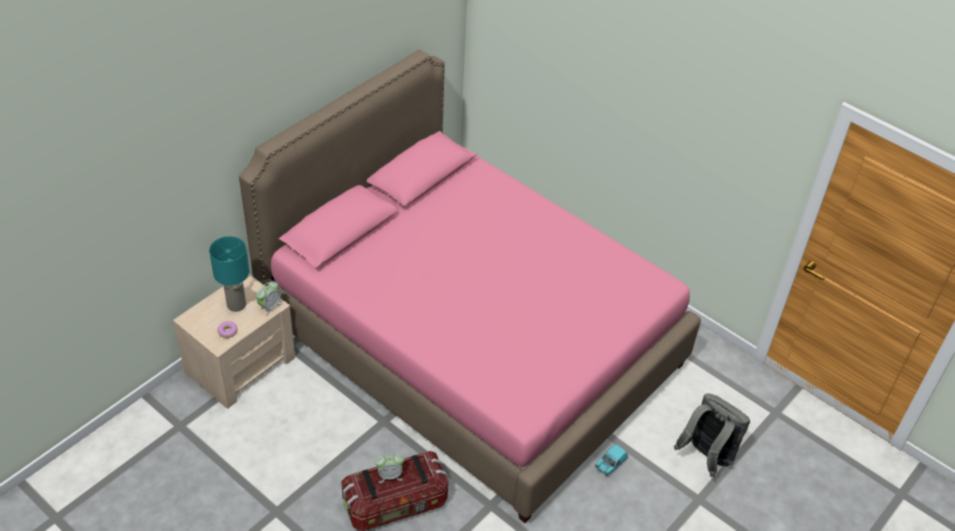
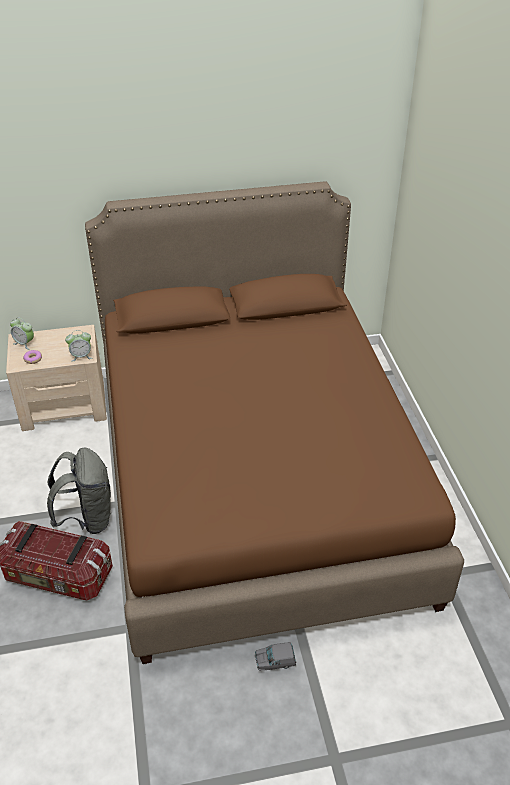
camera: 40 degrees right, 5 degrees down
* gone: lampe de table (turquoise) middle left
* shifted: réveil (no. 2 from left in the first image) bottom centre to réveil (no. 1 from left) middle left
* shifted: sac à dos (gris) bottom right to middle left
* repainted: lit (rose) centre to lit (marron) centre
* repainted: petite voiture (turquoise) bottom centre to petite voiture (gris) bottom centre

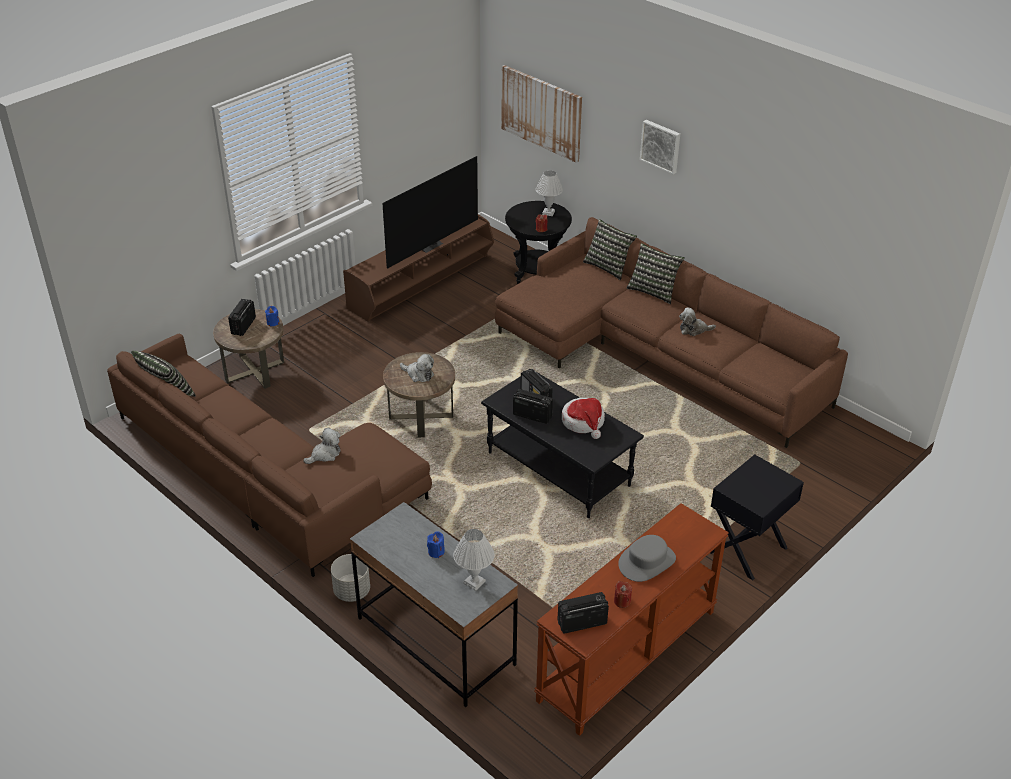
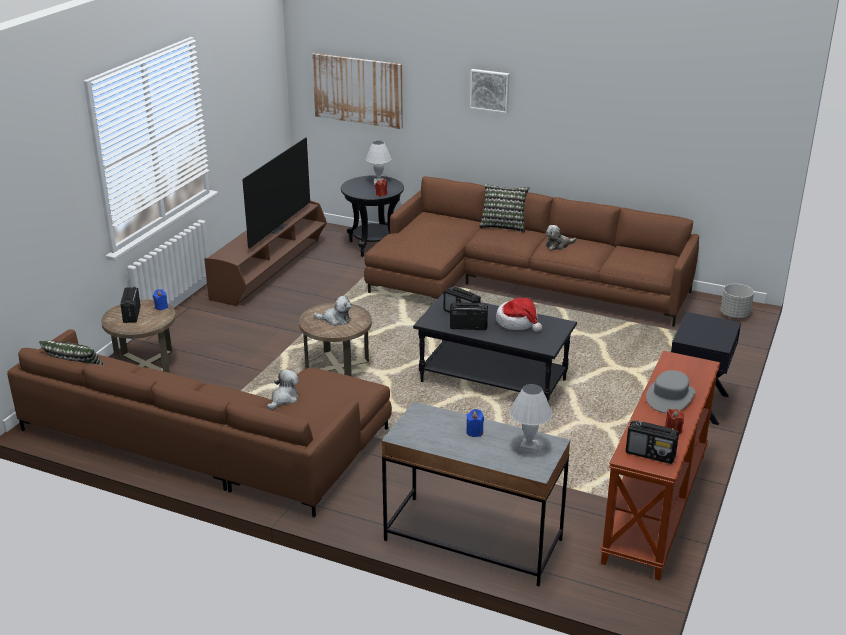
camera: 20 degrees left, 10 degrees down
* gone: coussin (no. 2 from left) top centre
* shifted: cache-pot (gris) bottom centre to middle right
* rotated: radio (no. 4 from left) bottom centre = bottom right 120 degrees counterclockwise

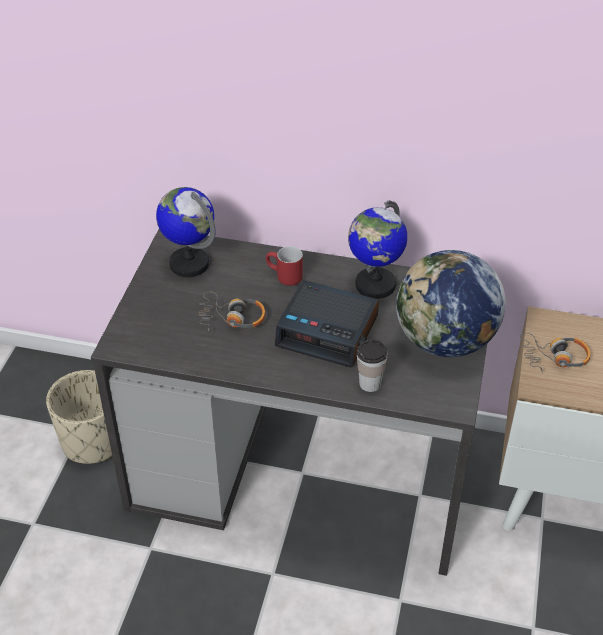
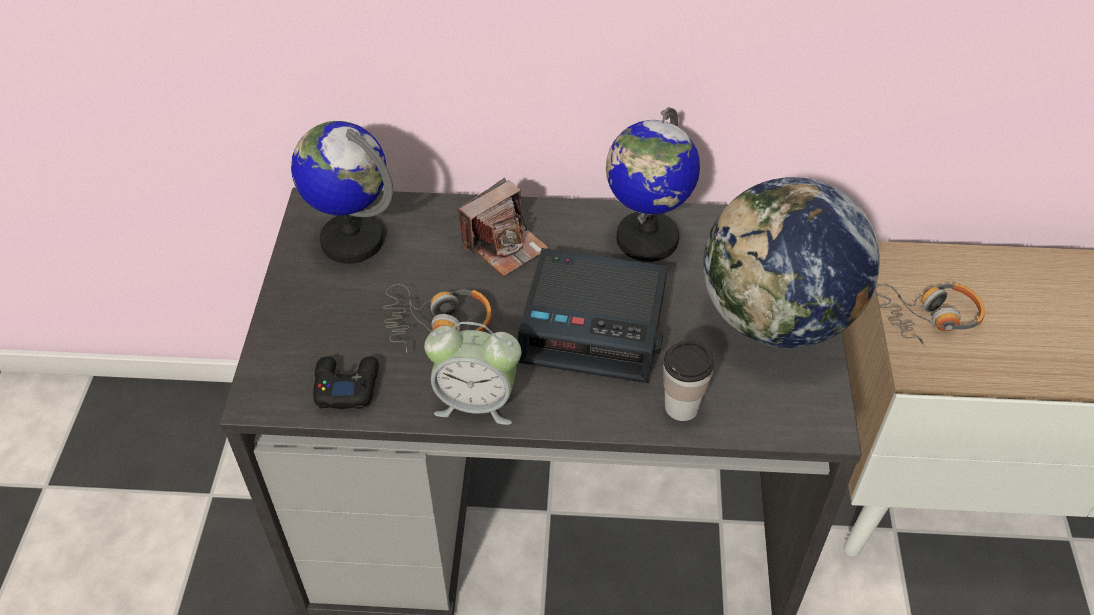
camera: 10 degrees left, 5 degrees up
* gone: cache-pot (beige) middle left
* new: manette (noir) middle left
* new: réveil (no. 1 from left) centre
* swapped: mug (rouge) centre to appareil photo centre

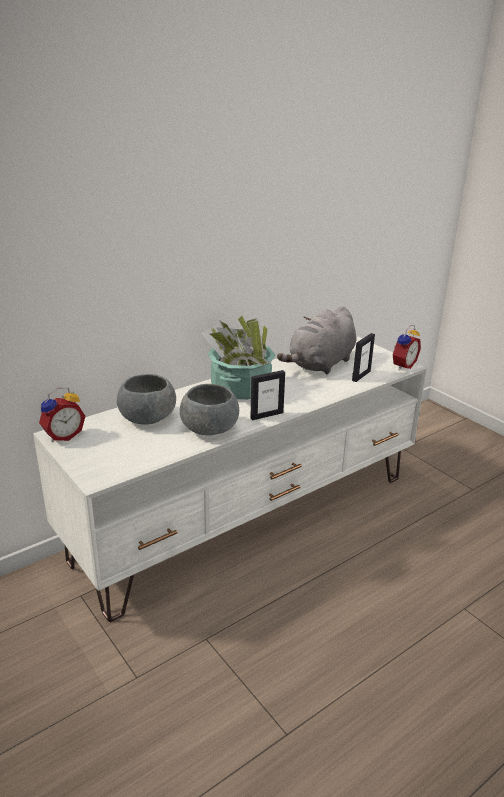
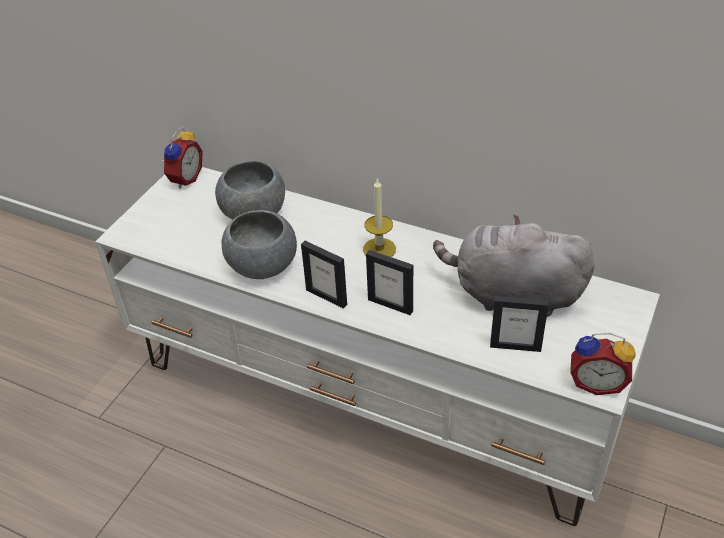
camera: 65 degrees right, 15 degrees up
* new: cadre photo (no. 2 from left) centre
* swapped: plante en pot centre to bougie centre
* rotated: réveil (no. 1 from left) middle left = top left 90 degrees counterclockwise

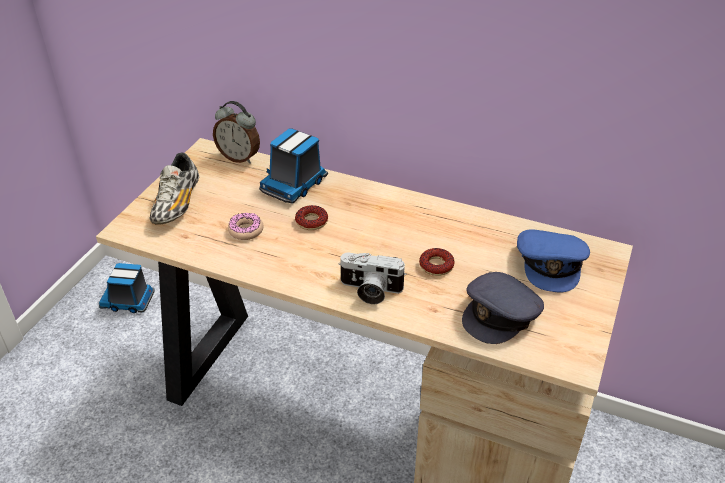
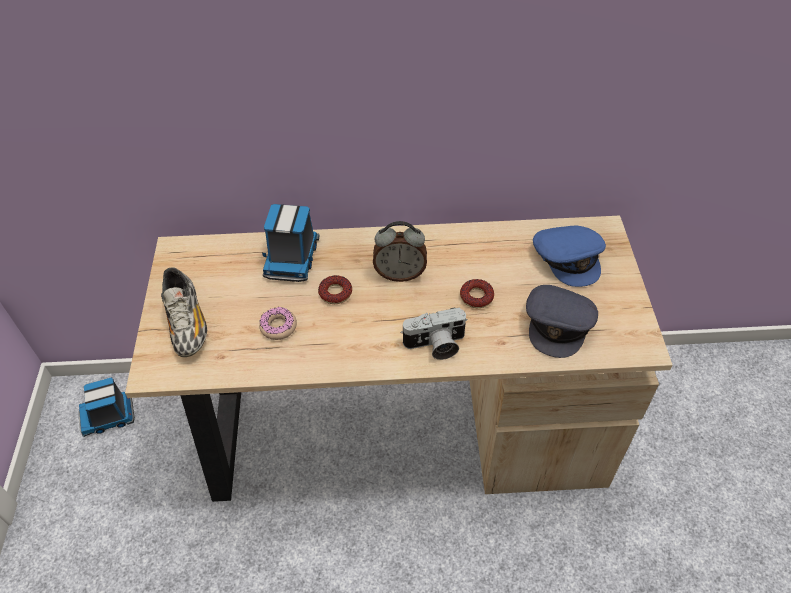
camera: 25 degrees left, 10 degrees up
* shifted: réveil top left to centre

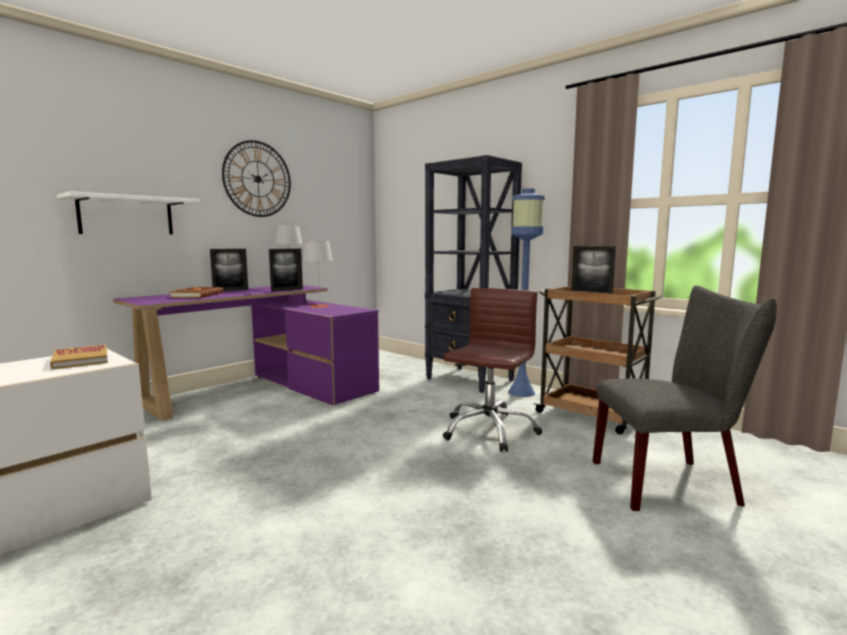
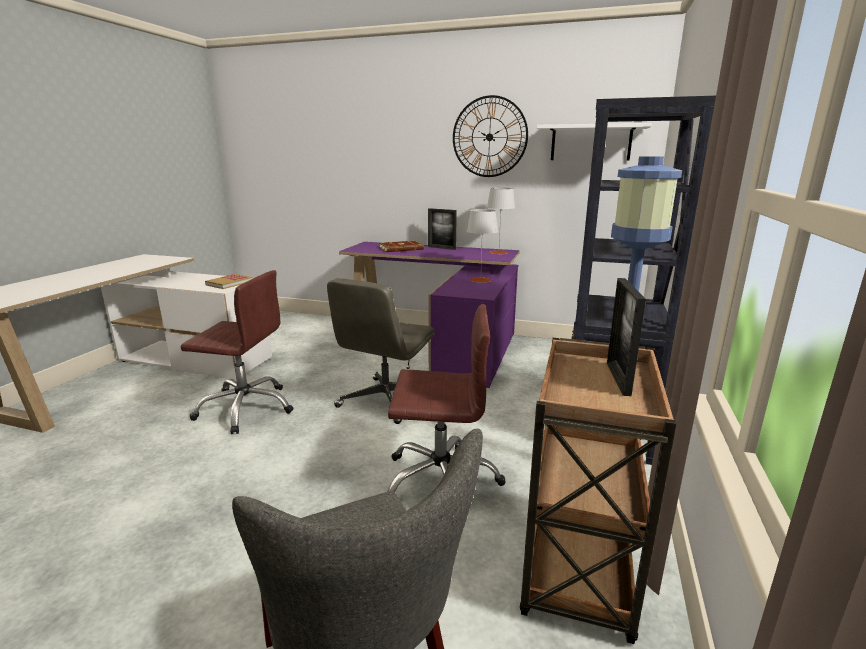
camera: 65 degrees right, 10 degrees up
* gone: cadre photo (no. 2 from left) centre
* new: chaise de bureau (marron) (no. 1 from left) middle left
* new: chaise de bureau (gris) centre
* shifted: étagère (blanc) middle left to top right

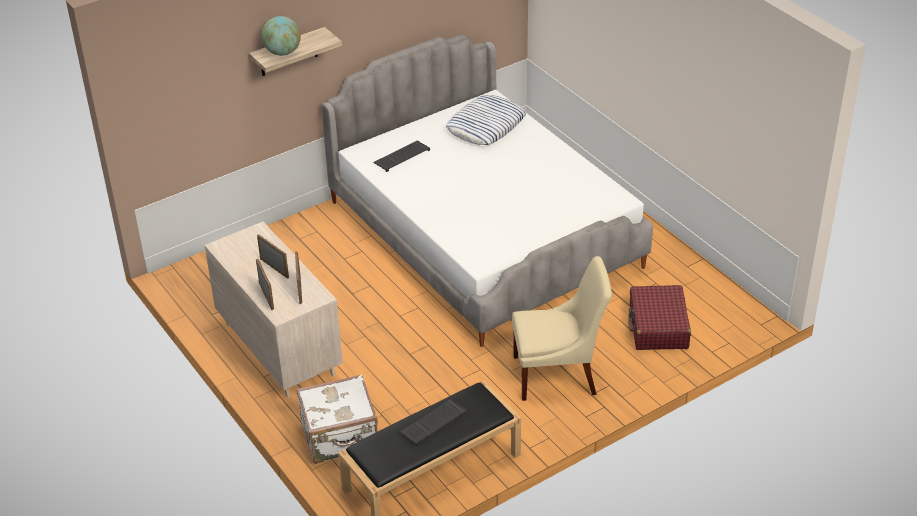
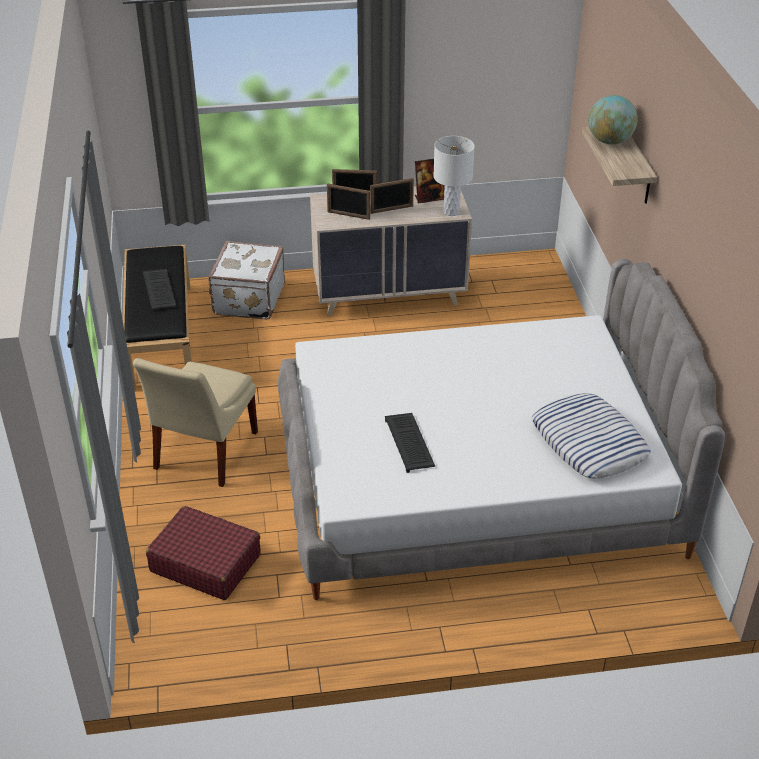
camera: 115 degrees right, 0 degrees up
* new: cadre photo (no. 4 from left) top centre
* new: lampe de table (blanc) top centre
* shifted: clavier (no. 1 from left in the first image) top centre to clavier (no. 2 from left) centre

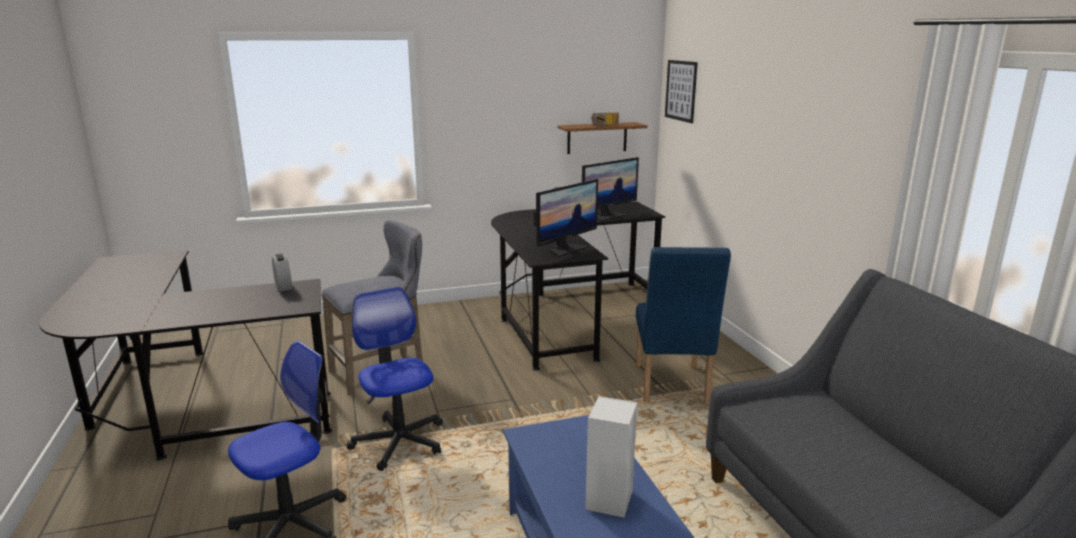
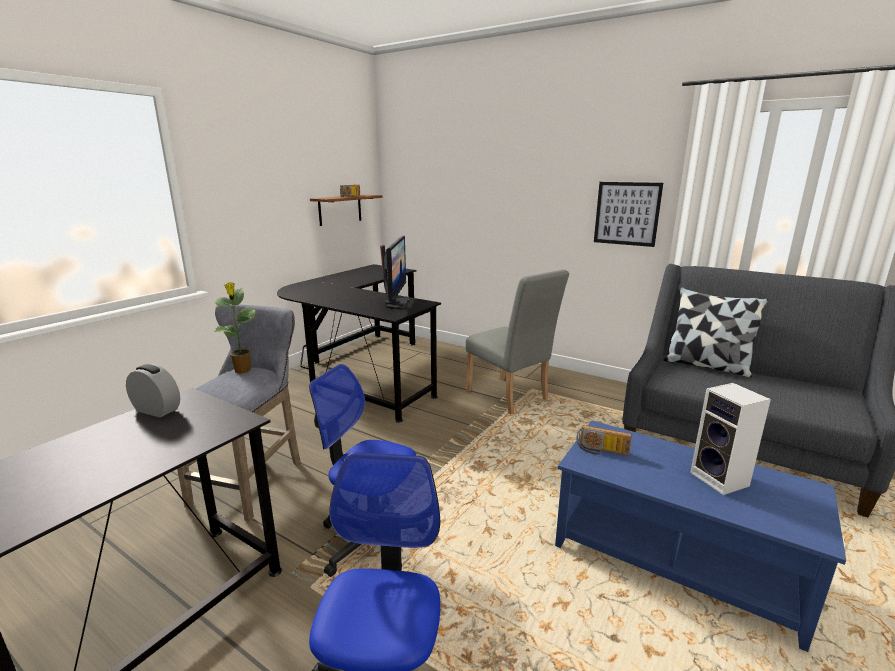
camera: 40 degrees left, 0 degrees up
* gone: écran d'ordinateur (no. 2 from left) centre
* new: plante en pot middle left
* new: radio (no. 2 from left) middle right
* new: coussin middle right
* shifted: tableau top centre to top right
* repainted: chaise (bleu) centre to chaise (gris) centre

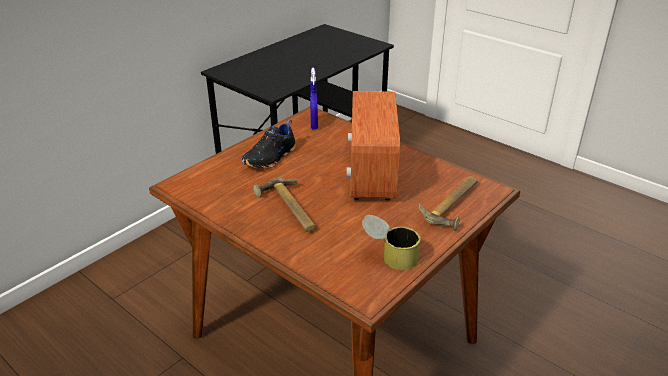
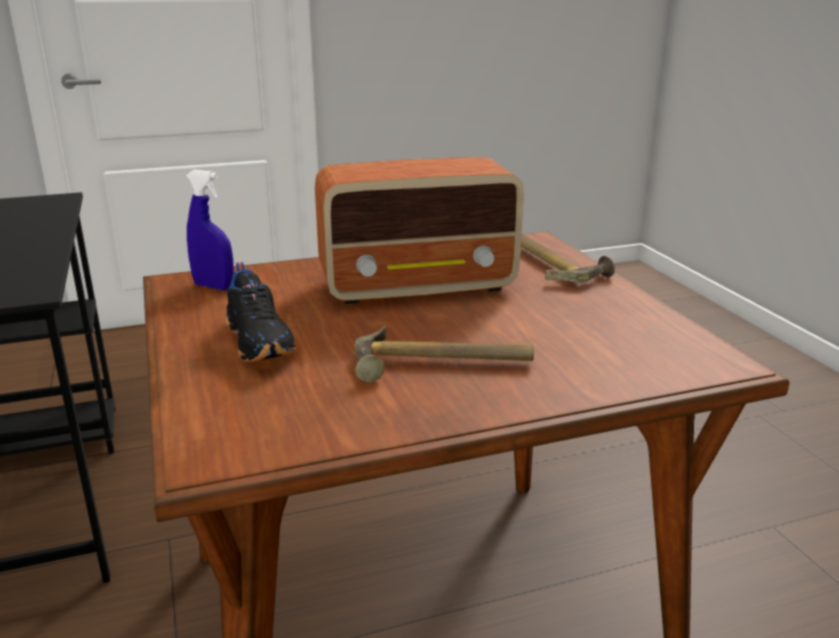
camera: 60 degrees left, 10 degrees down
* gone: boîte métallique centre
* rotated: radio centre = centre 45 degrees counterclockwise

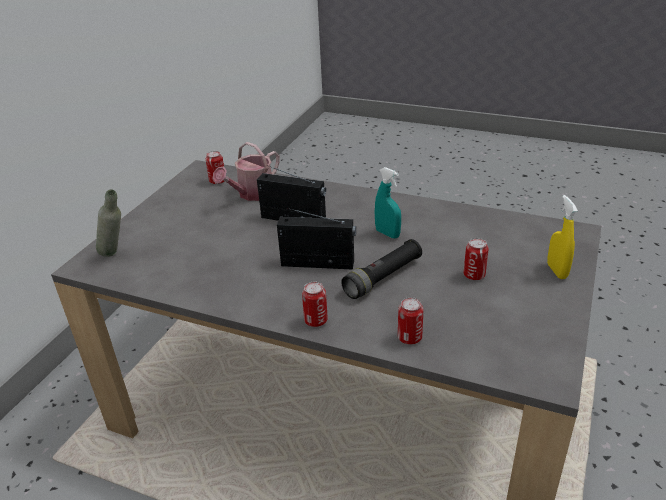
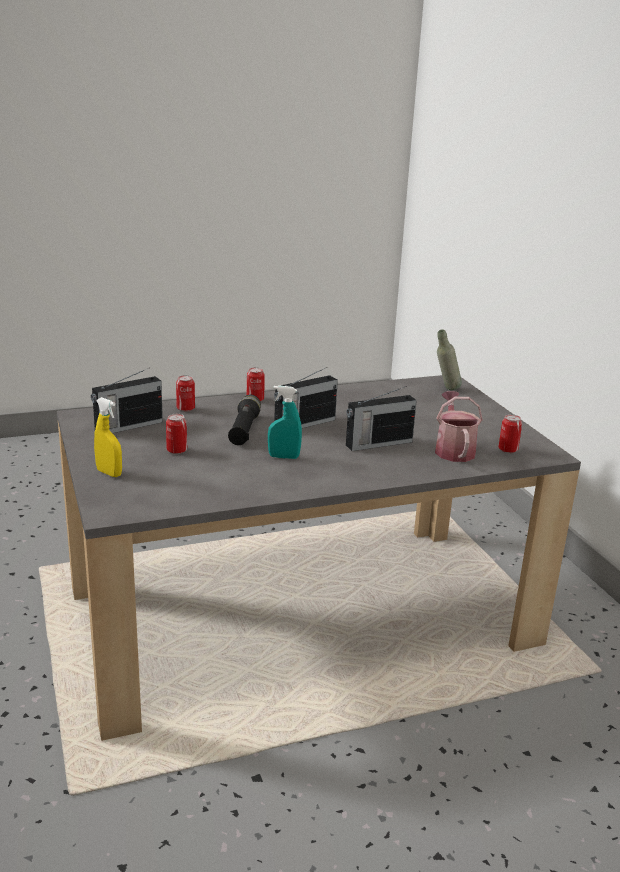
camera: 135 degrees right, 10 degrees down
* new: radio (no. 1 from left) middle left

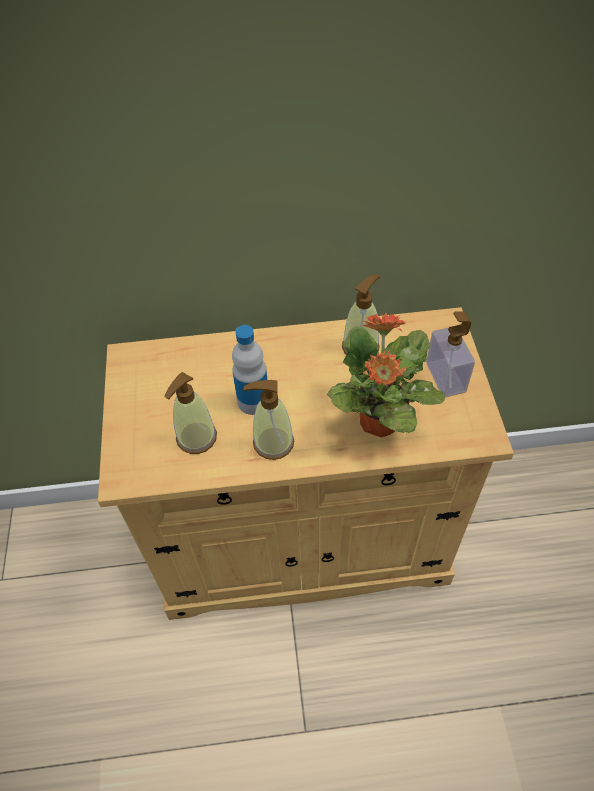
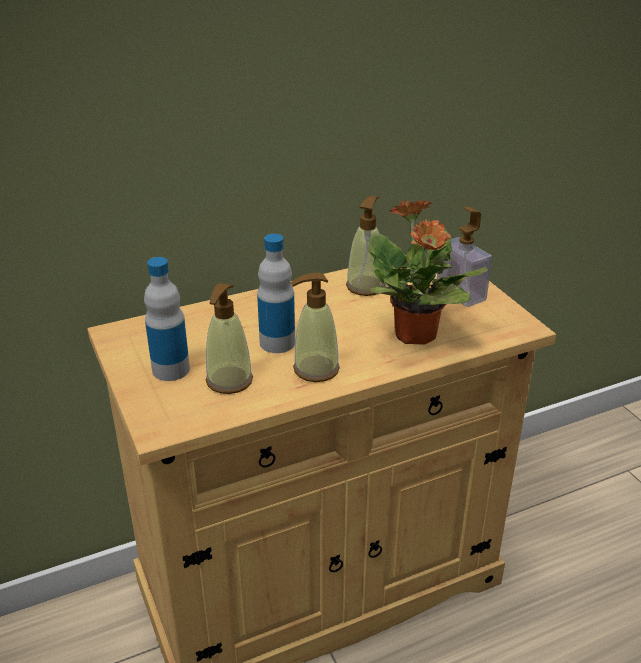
camera: 20 degrees left, 20 degrees down
* new: bouteille (no. 1 from left) middle left

